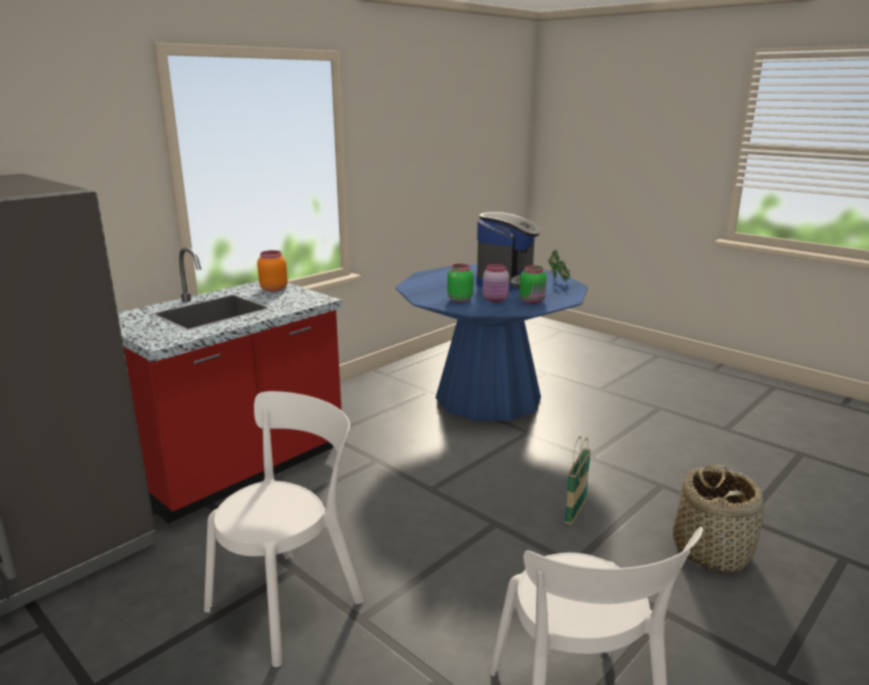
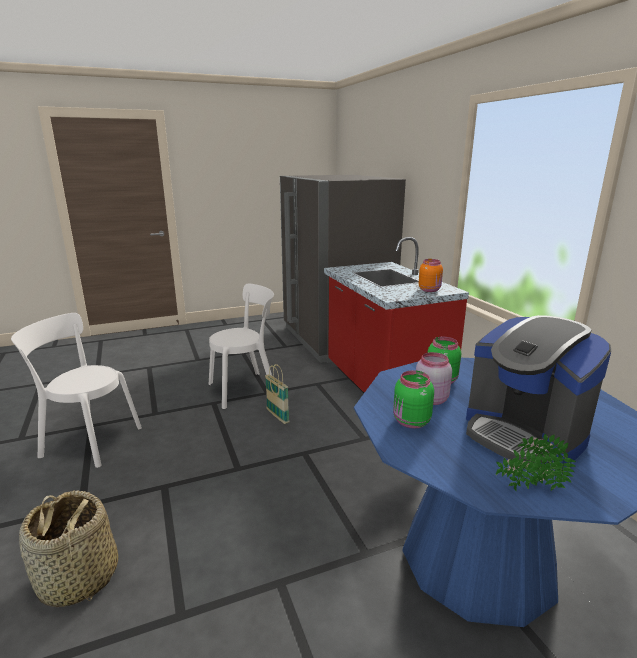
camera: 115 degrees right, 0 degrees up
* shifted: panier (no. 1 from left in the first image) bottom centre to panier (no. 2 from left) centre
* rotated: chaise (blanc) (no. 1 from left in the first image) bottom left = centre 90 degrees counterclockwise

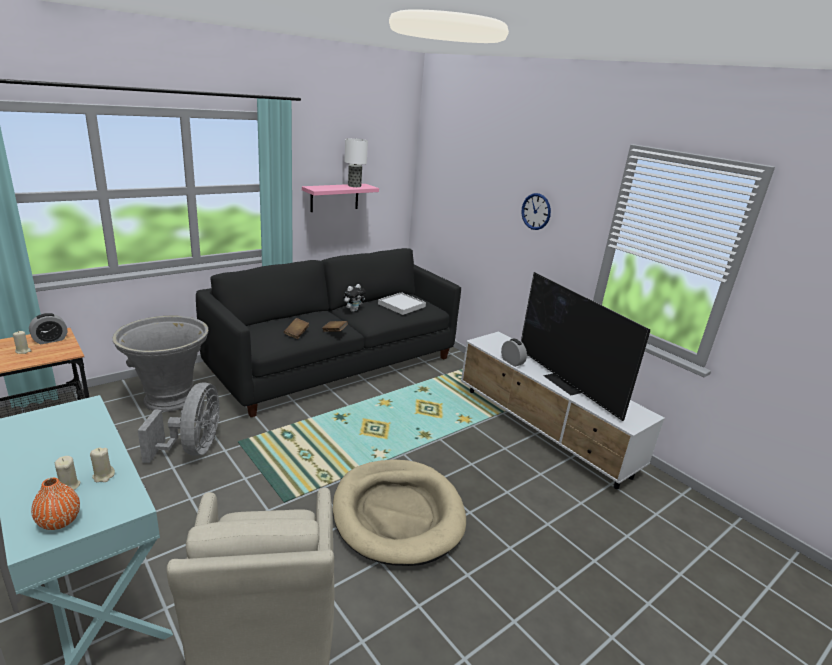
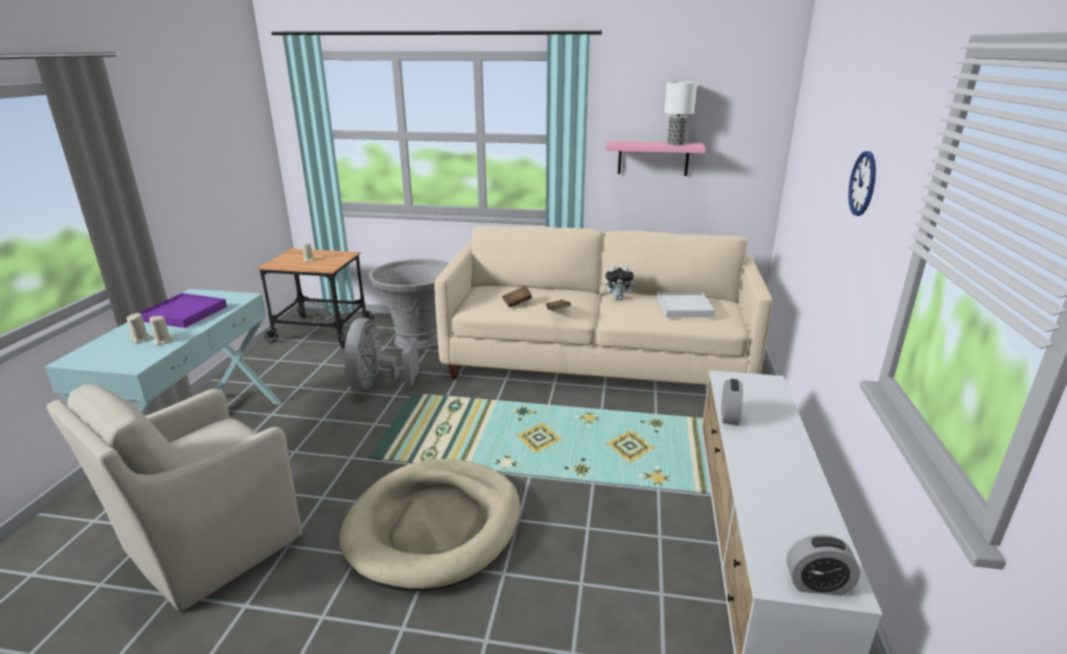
camera: 50 degrees right, 0 degrees up
* gone: vase (orange) bottom left
* gone: téléviseur middle right
* new: plateau (violet) middle left
* shifted: réveil (no. 1 from left in the first image) middle left to réveil (no. 2 from left) bottom right
* repainted: canapé (noir) centre to canapé (beige) centre
* rotated: ventilateur (gris) middle left = centre 135 degrees clockwise

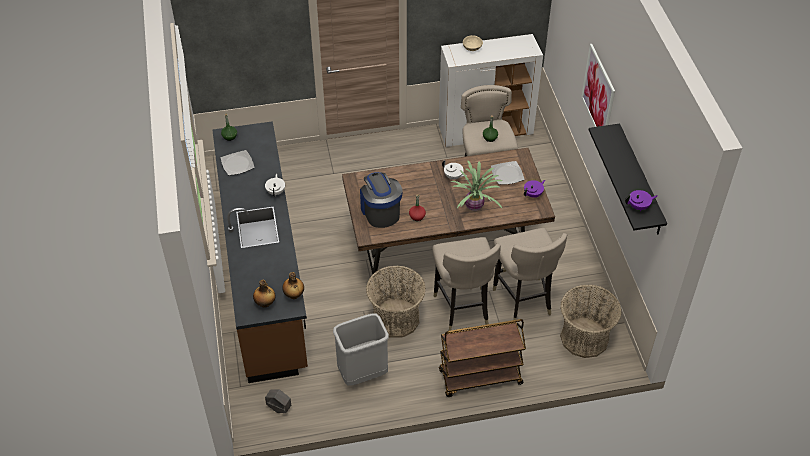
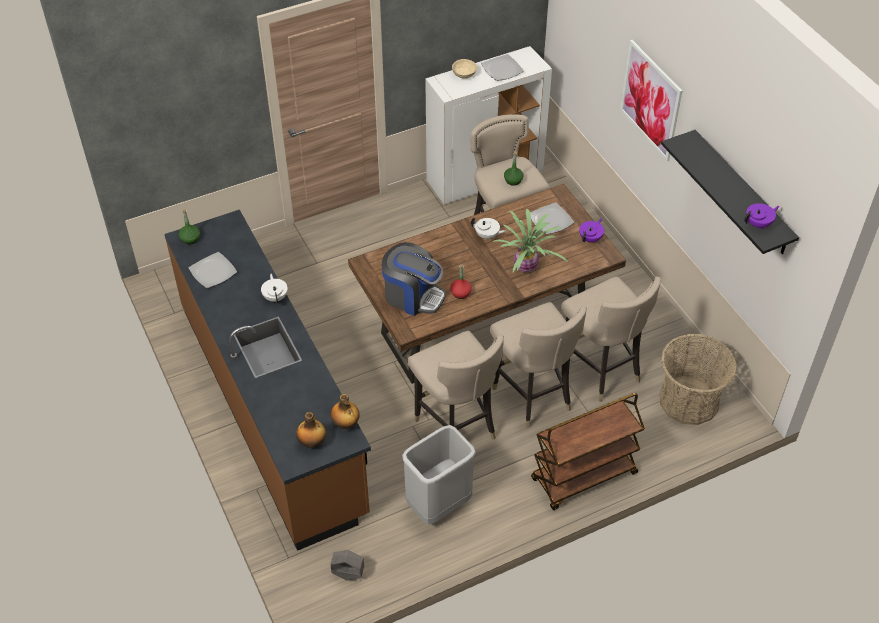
camera: 15 degrees left, 0 degrees up
* new: assiette (no. 2 from left) top centre
* swapped: panier (no. 1 from left) centre to tabouret (beige) (no. 1 from left) centre
* rotated: machine à café centre = centre 150 degrees clockwise

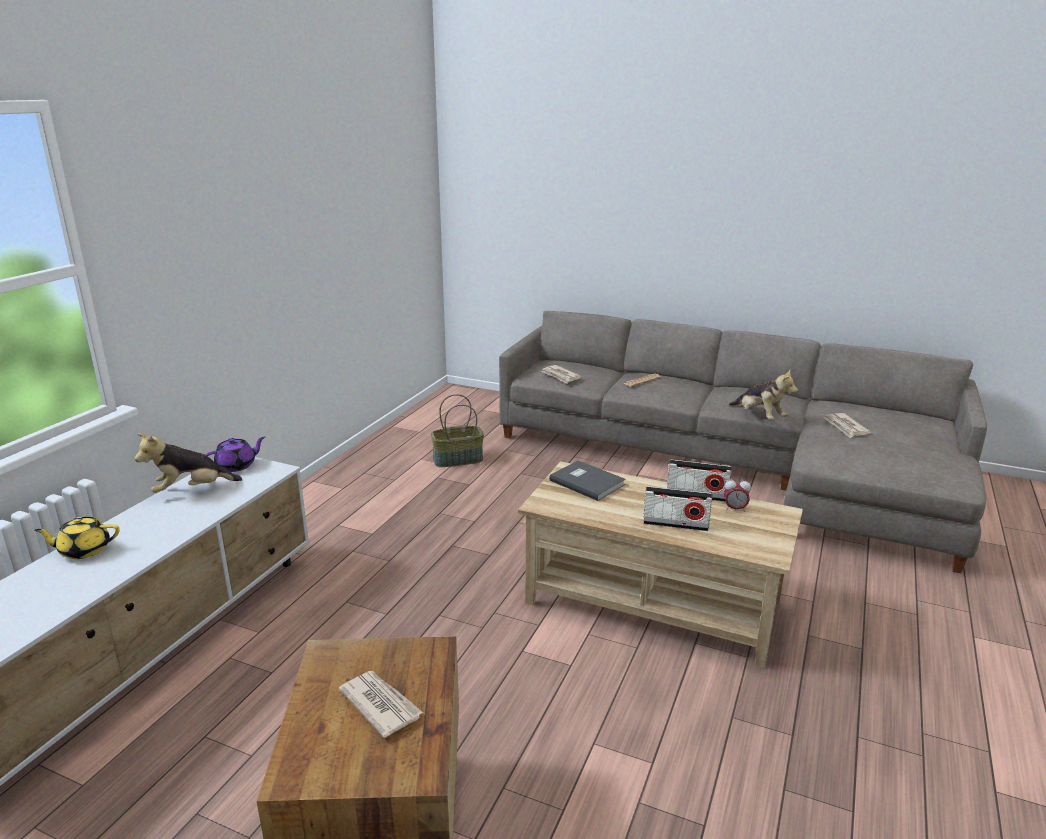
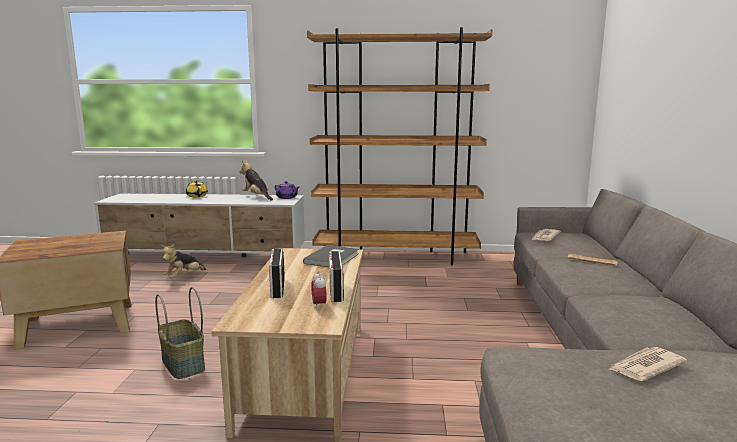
camera: 70 degrees right, 10 degrees down
* gone: journal (no. 1 from left) bottom centre
* new: bibliothèque (marron) top centre
* shifted: panier centre to bottom left
* shifted: peluche (no. 2 from left in the first image) middle right to peluche (no. 1 from left) middle left

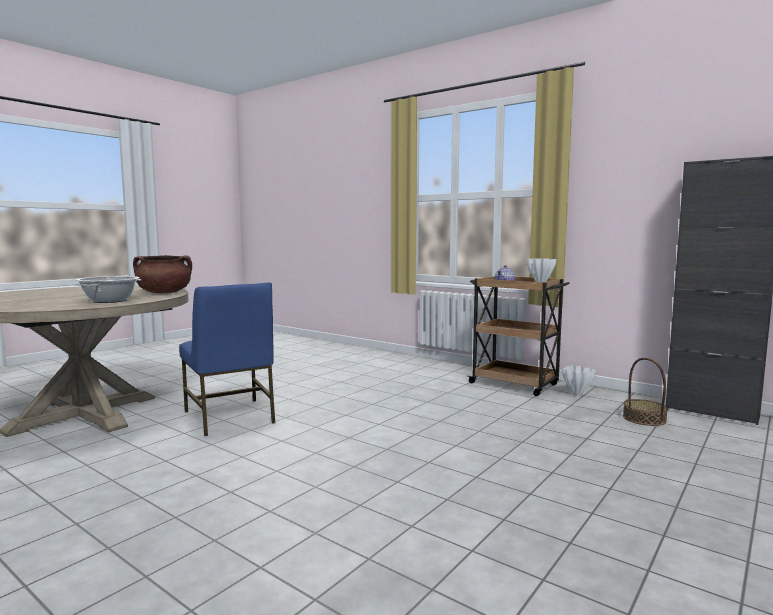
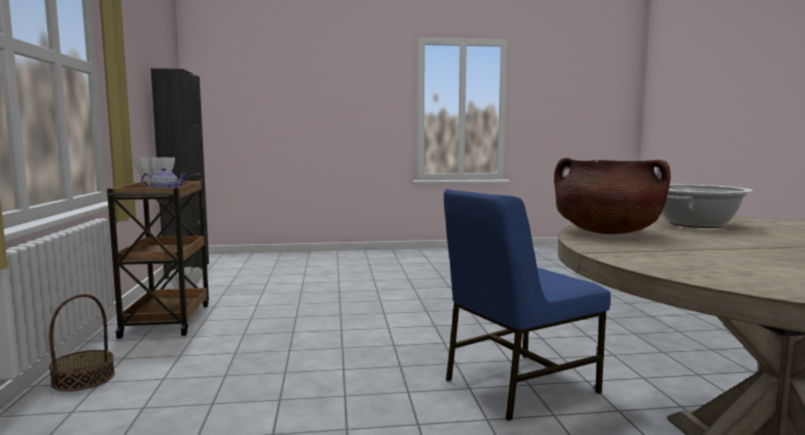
camera: 135 degrees left, 0 degrees up
* shifted: panier middle right to bottom left
* rotated: chaise (bleu) middle left = bottom centre 135 degrees counterclockwise

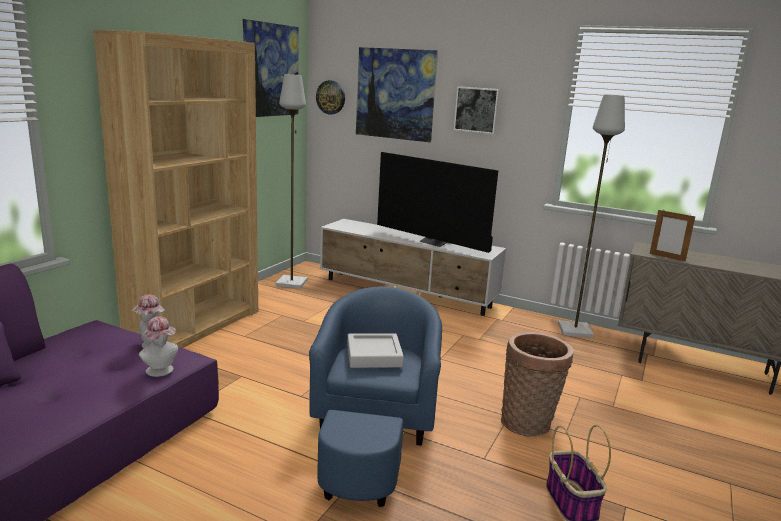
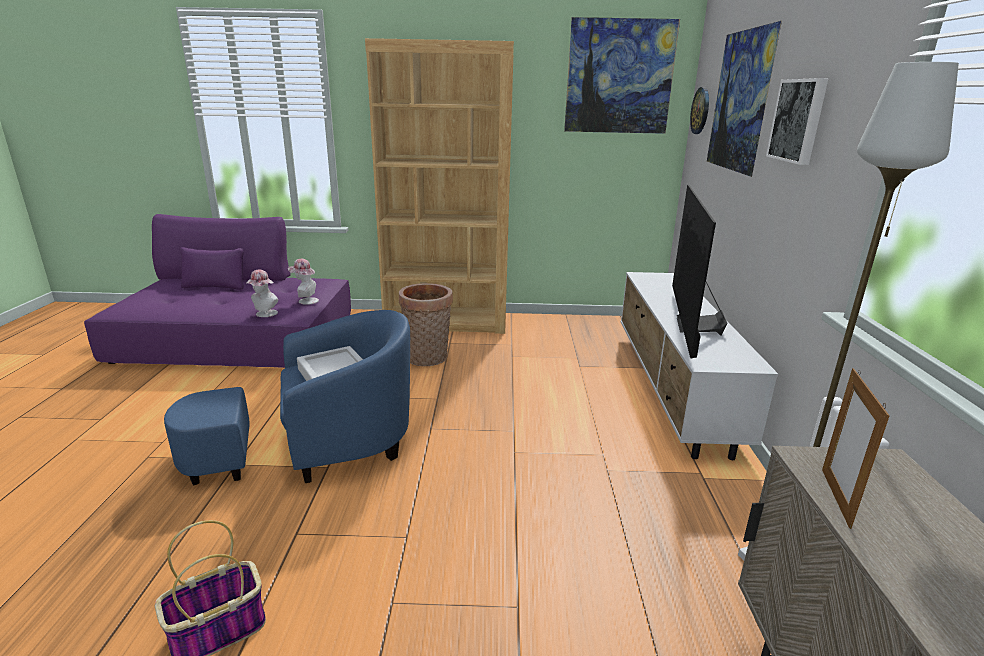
camera: 65 degrees right, 5 degrees up
* gone: lampadaire (gris) (no. 1 from left) centre
* shifted: panier (no. 1 from left in the first image) bottom right to panier (no. 2 from left) centre

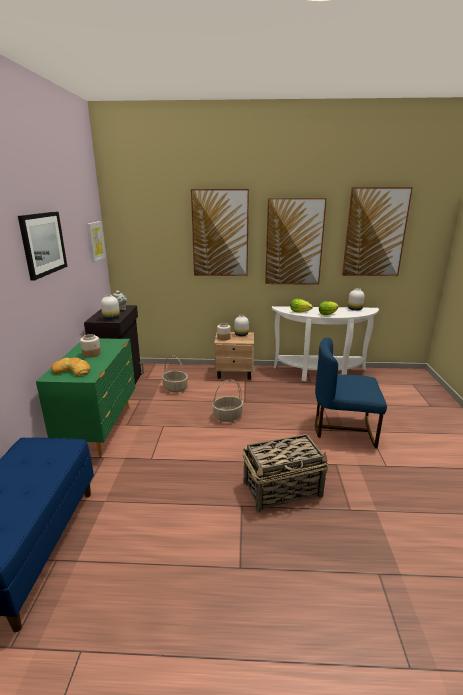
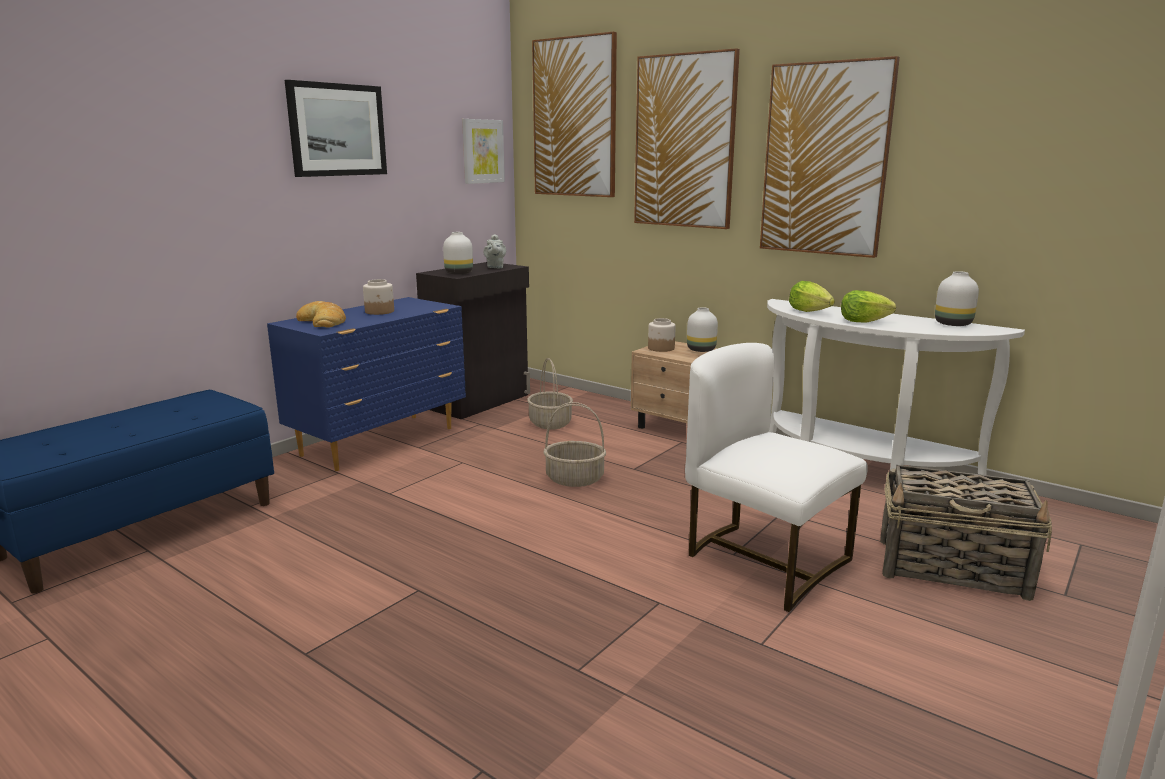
camera: 35 degrees right, 5 degrees down
* shifted: panier (no. 3 from left) bottom centre to bottom right
* shifted: tableau (no. 5 from left in the first image) top right to tableau (no. 3 from left) top centre
* repainted: commode (vert) middle left to commode (bleu) middle left
* repainted: chaise (bleu) middle right to chaise (blanc) centre

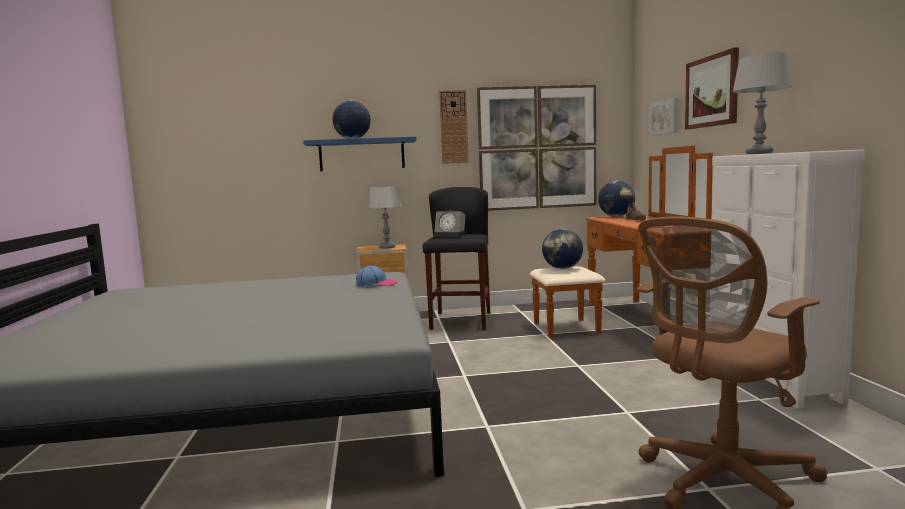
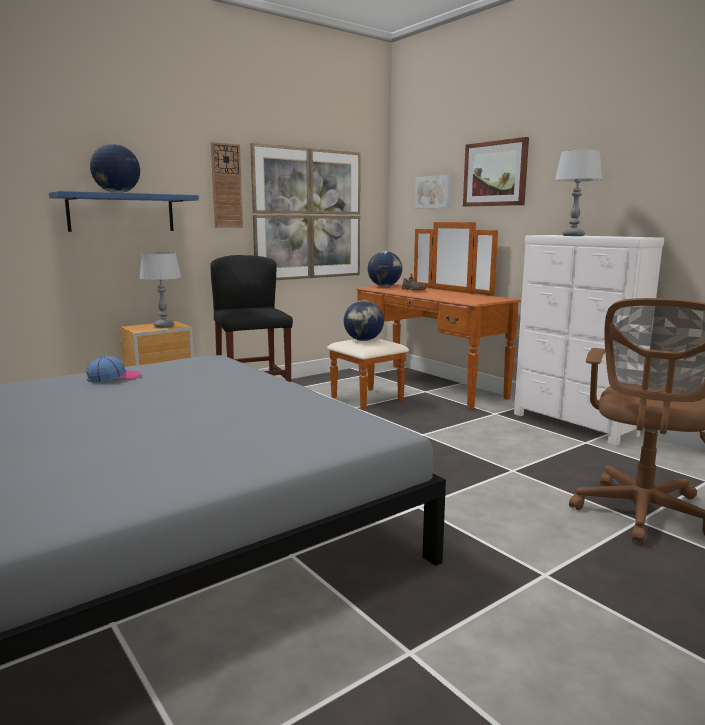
camera: 30 degrees left, 5 degrees up
* gone: réveil centre
* shifted: casquette centre to middle left

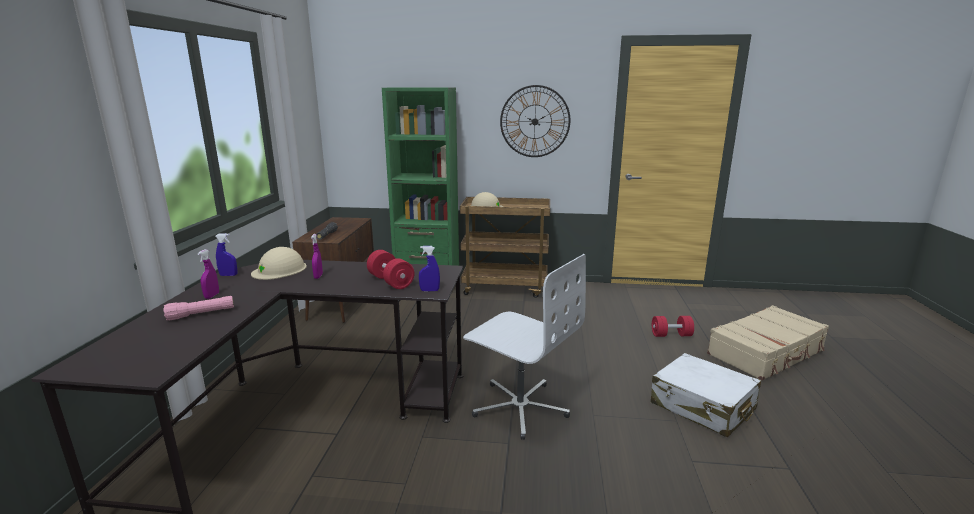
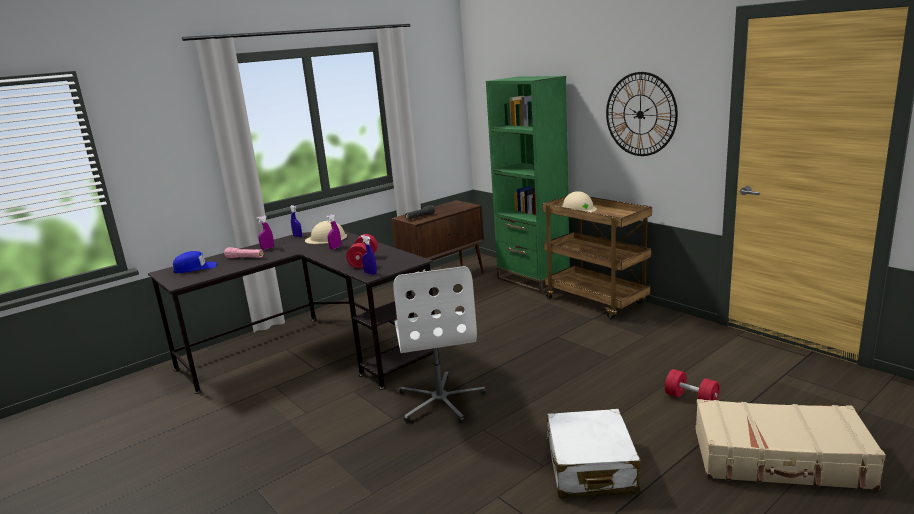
camera: 45 degrees right, 0 degrees up
* new: casquette (bleu) middle left

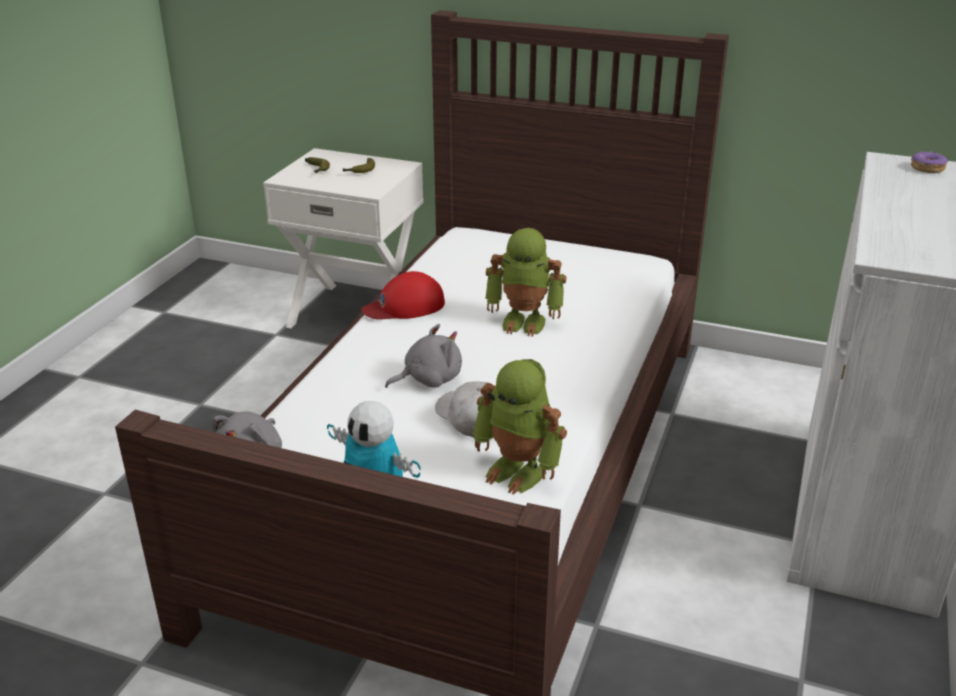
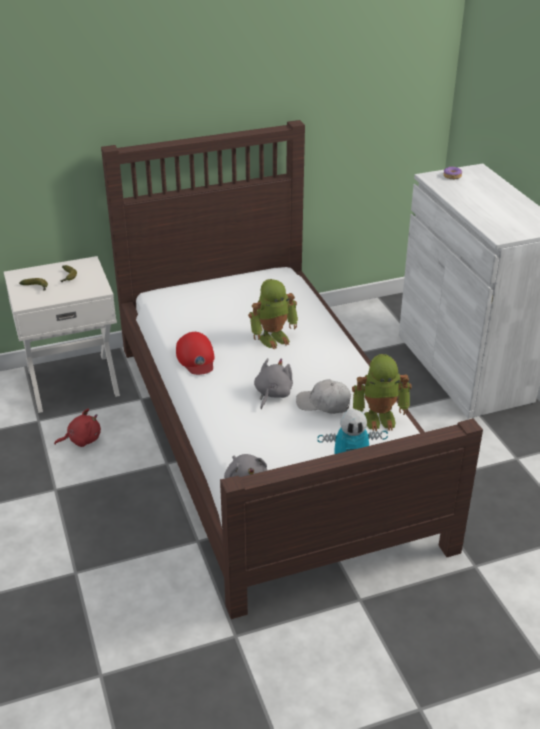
camera: 40 degrees left, 5 degrees up
* new: peluche (rouge) middle left
* rotated: casquette (rouge) centre = centre 45 degrees counterclockwise

